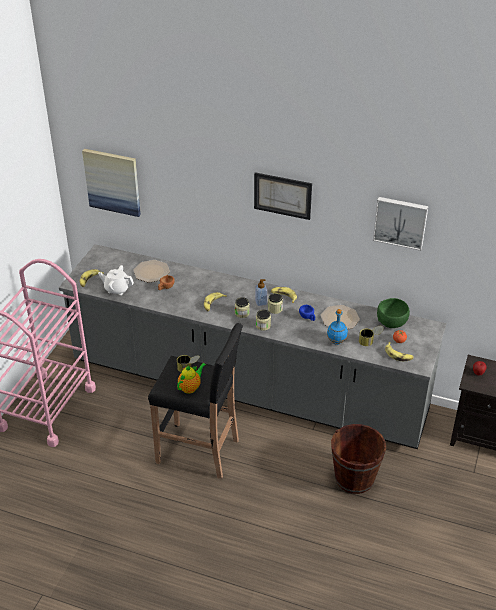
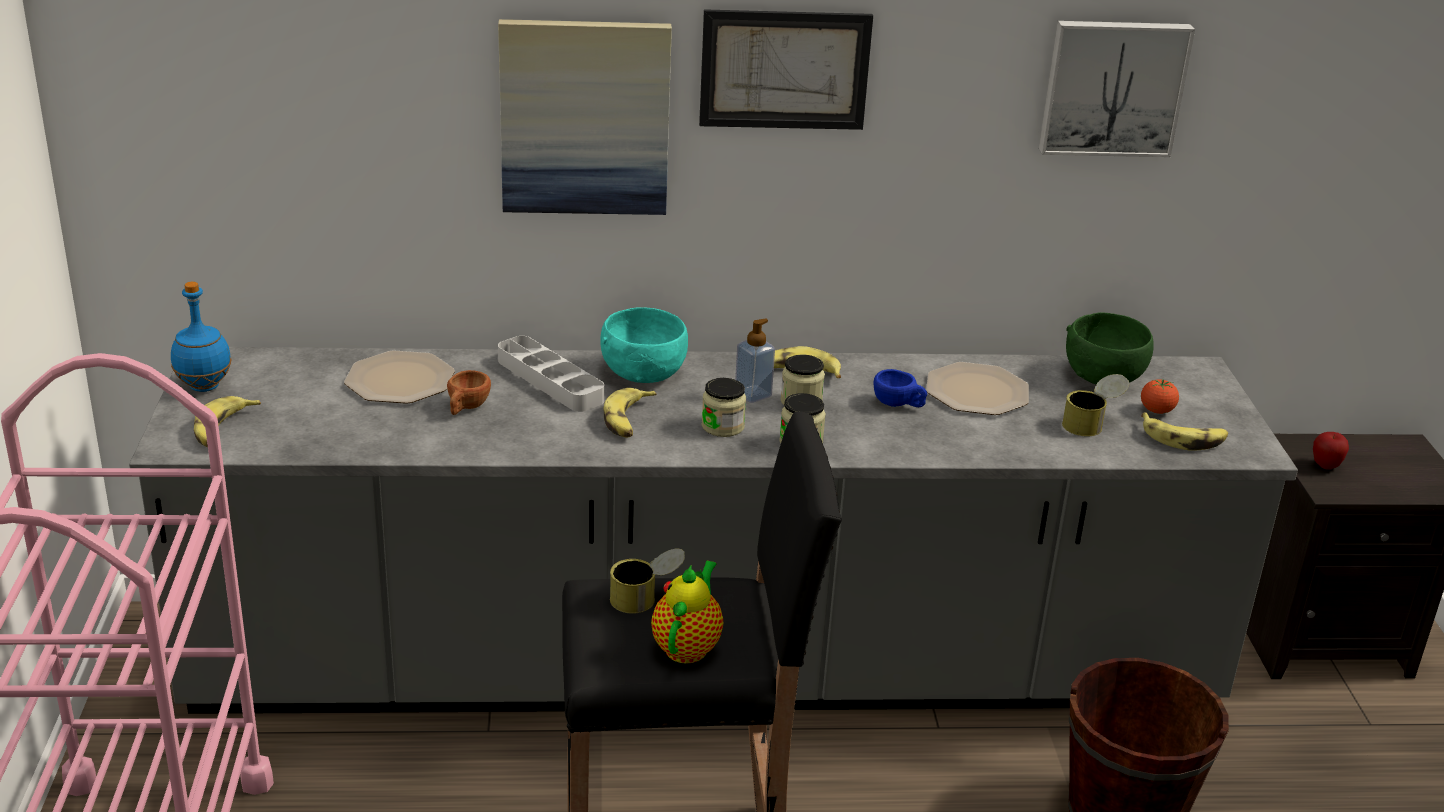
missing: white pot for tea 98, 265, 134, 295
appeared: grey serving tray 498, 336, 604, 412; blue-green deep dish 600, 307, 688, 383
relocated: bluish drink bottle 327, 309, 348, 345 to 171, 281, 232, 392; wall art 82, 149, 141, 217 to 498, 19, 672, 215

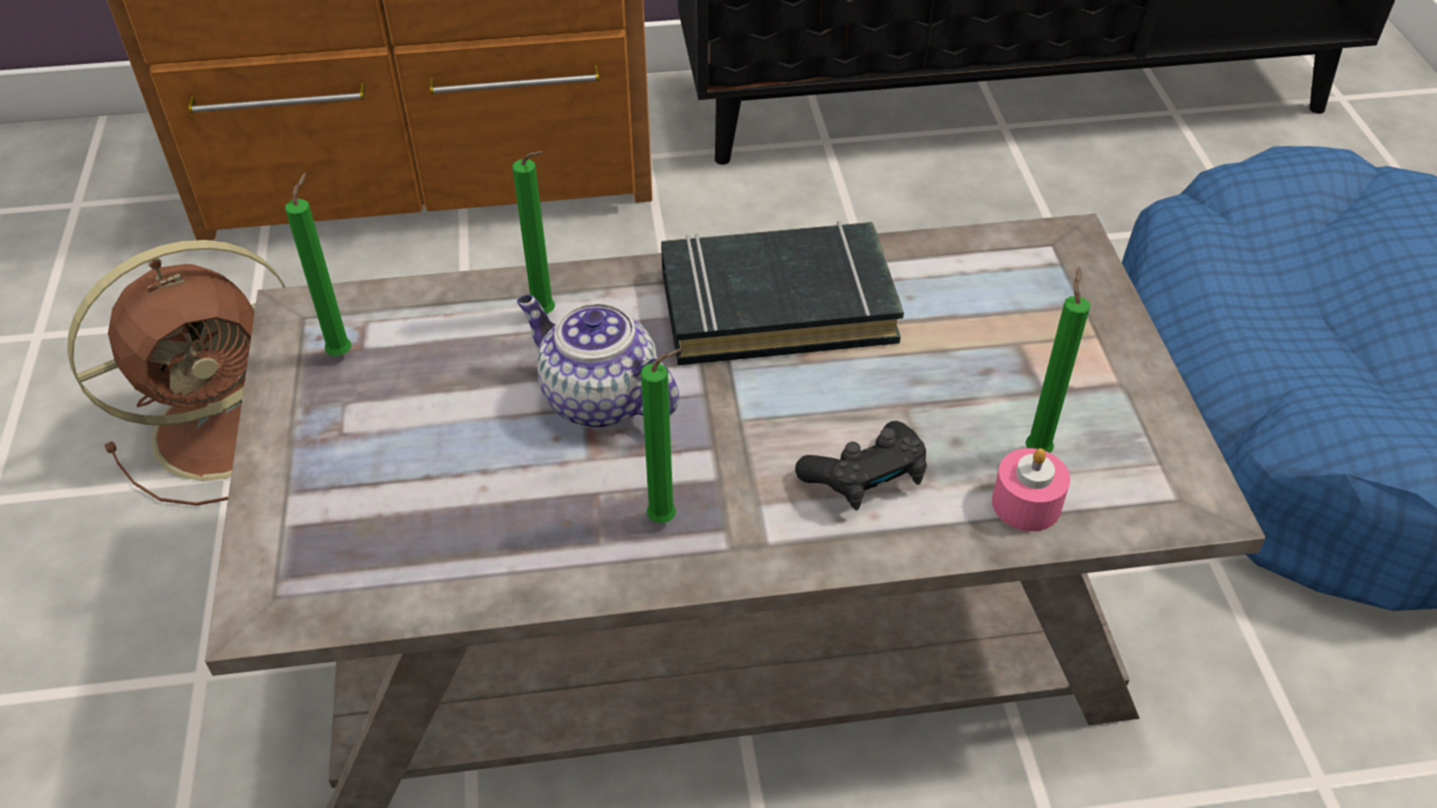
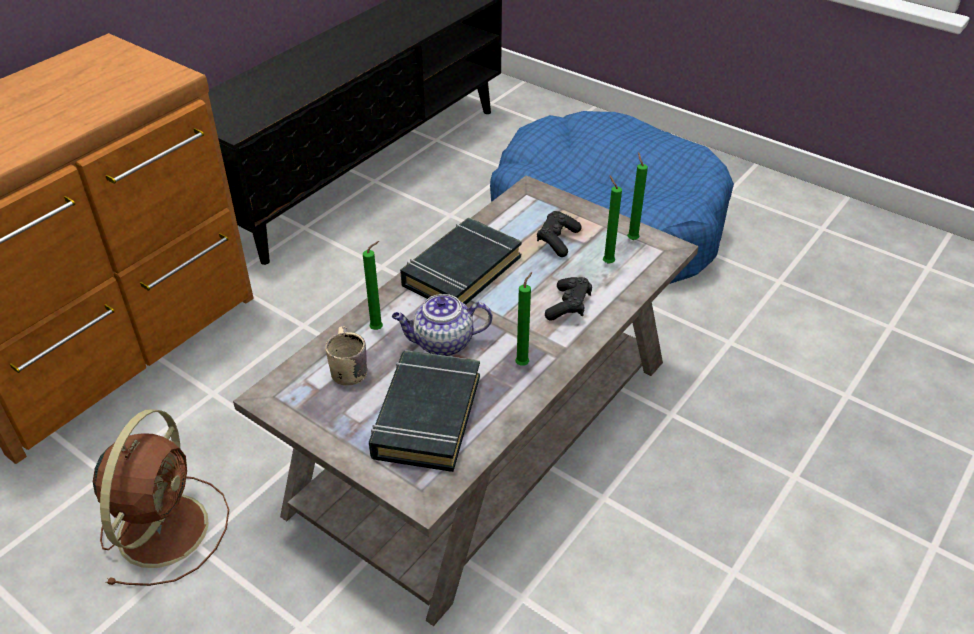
missing: pinkish wax light 992, 448, 1070, 531
appeared: beige-coloured mug 325, 326, 367, 386; black book 369, 350, 480, 472; black game controller 537, 211, 581, 257
relocated: greenish wax light 285, 173, 351, 356 to 627, 152, 648, 240

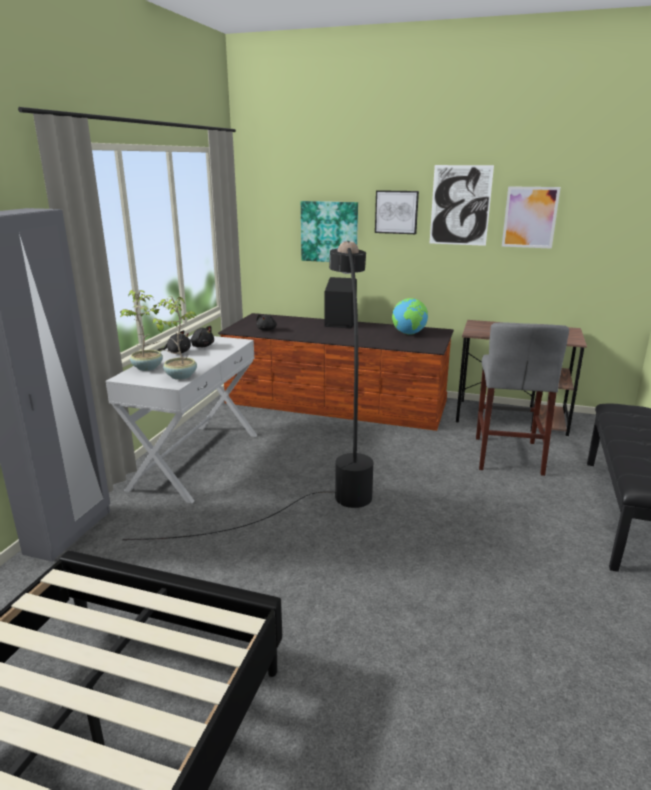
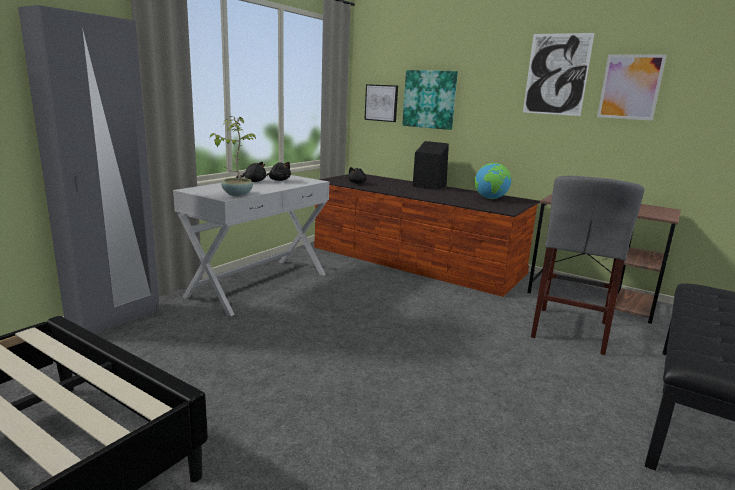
missing: potted plant 119, 290, 163, 371; black standing lamp 122, 241, 373, 540
relocated: wall art 375, 190, 419, 234 to 364, 84, 398, 122

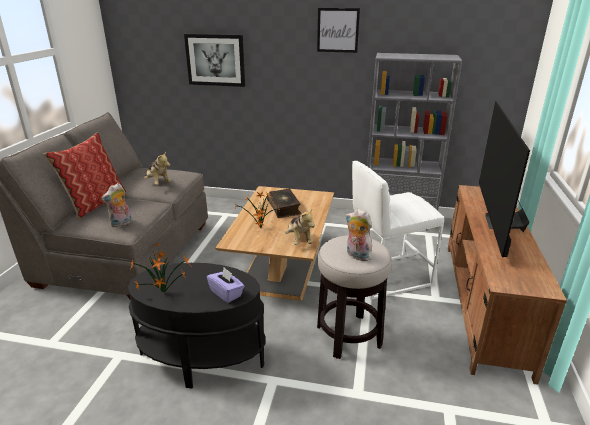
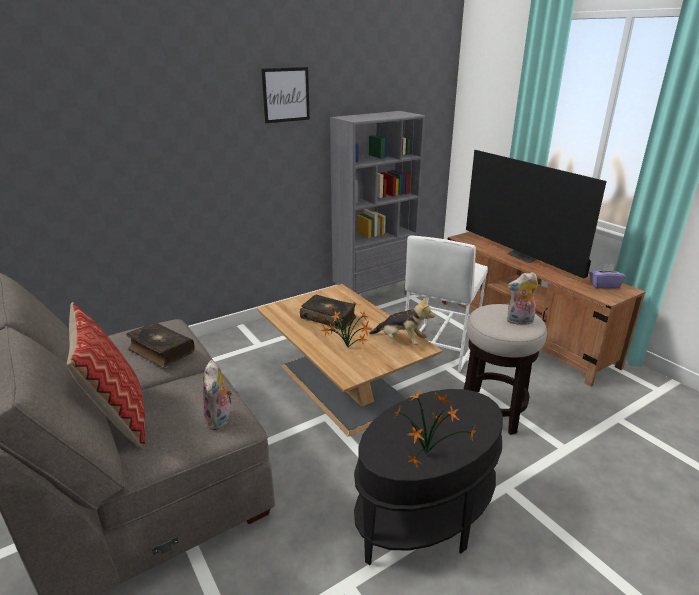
missing: wall art 184, 34, 245, 87
relocated: purplish tissue holder 207, 268, 244, 303 to 589, 264, 626, 289
exchanged: soft toy 144, 151, 171, 185 to book 126, 322, 195, 368

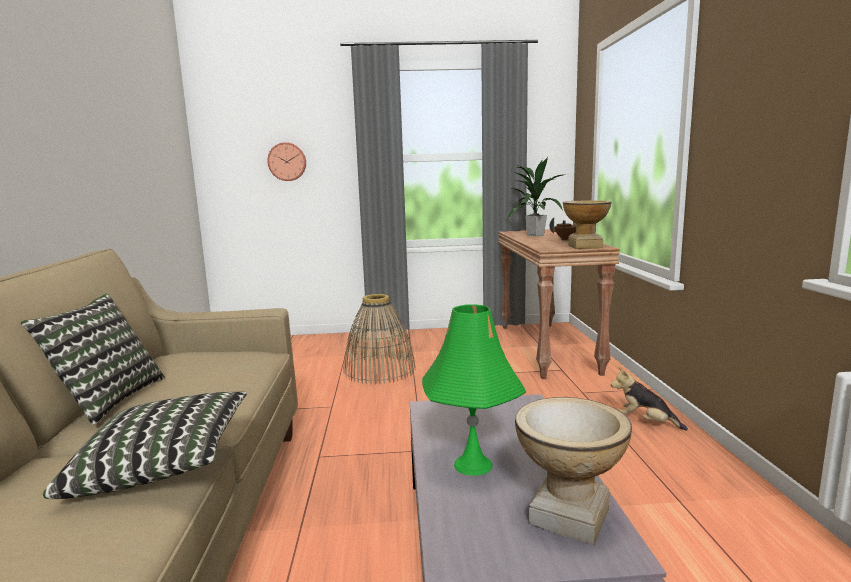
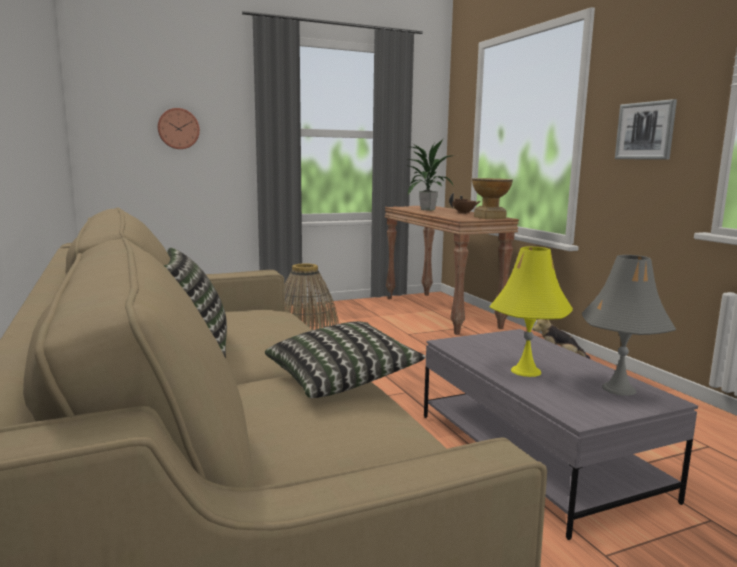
appeared: wall art 615, 99, 677, 160
exchanged: decorative vase 515, 397, 632, 546 to grey tabletop lamp 582, 255, 676, 396
colour: greenish tabletop lamp 422, 304, 526, 476 to yellow tabletop lamp 489, 247, 573, 377

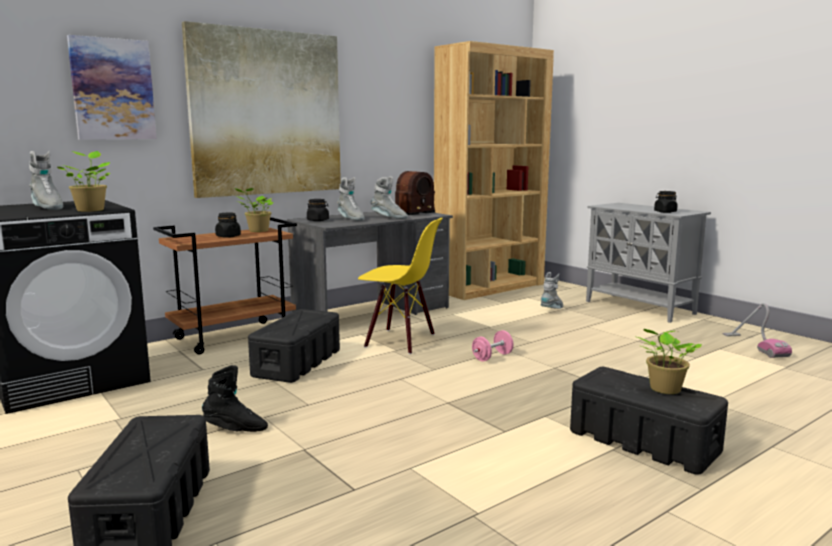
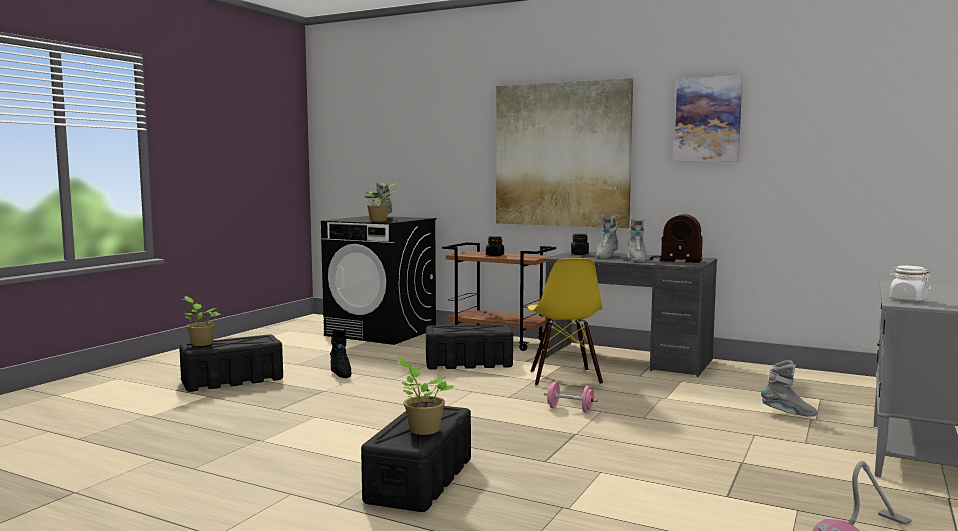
missing: brown bookshelf 434, 41, 554, 300
relocated: potted plant 235, 188, 273, 232 to 182, 296, 220, 346; wall art 67, 35, 157, 140 to 674, 75, 742, 162
colour: black storage jar 654, 191, 678, 213 to white storage jar 888, 266, 931, 302

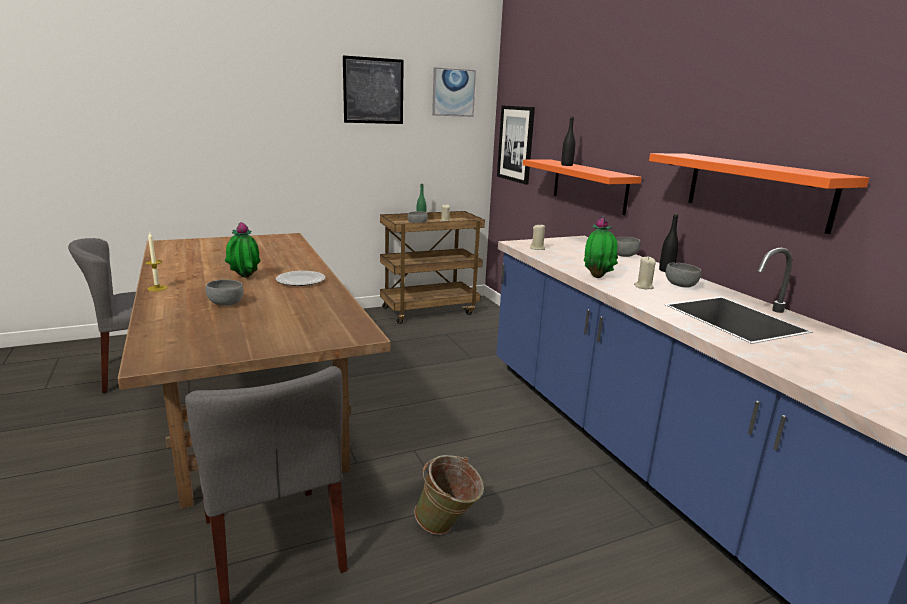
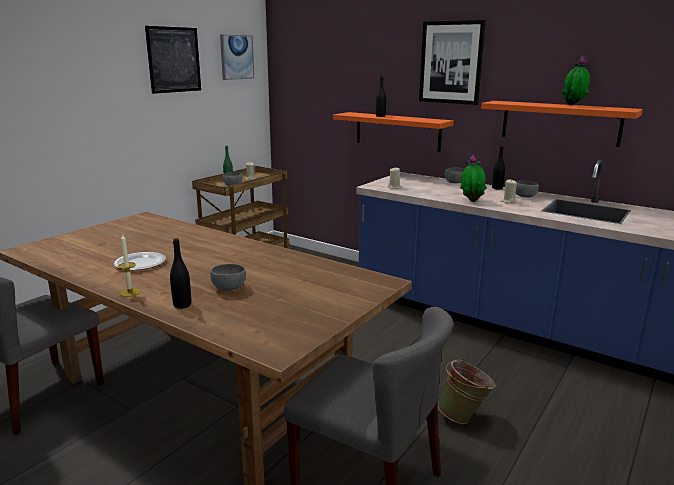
appeared: black drink bottle 170, 238, 191, 309
relocated: plate 276, 271, 325, 286 to 114, 252, 166, 270; wall art 497, 105, 535, 185 to 419, 20, 486, 105; potted plant 225, 222, 260, 278 to 561, 56, 590, 105

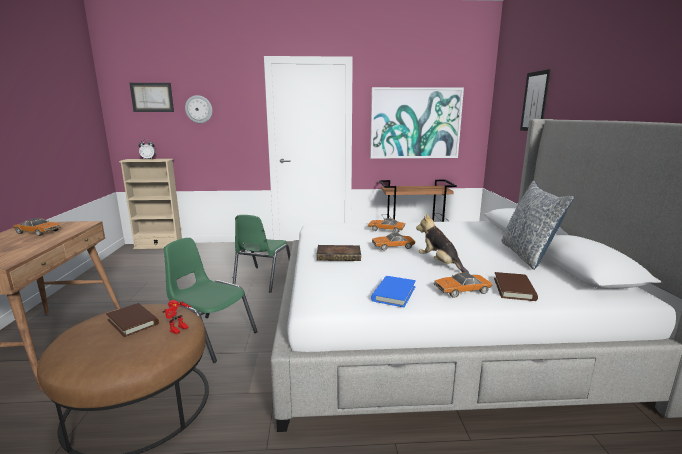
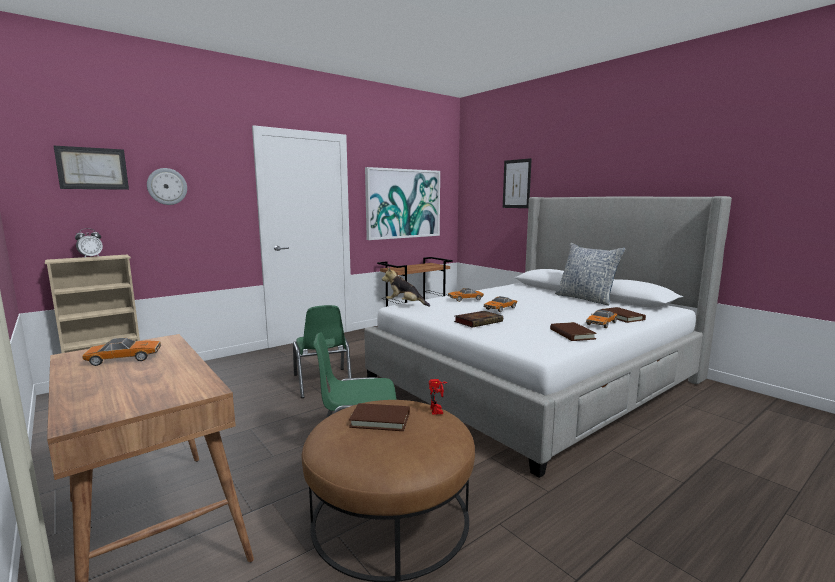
relocated: soft toy 416, 214, 469, 273 to 382, 267, 430, 306
colour: bluish book 371, 276, 416, 307 to brown book 550, 322, 597, 341

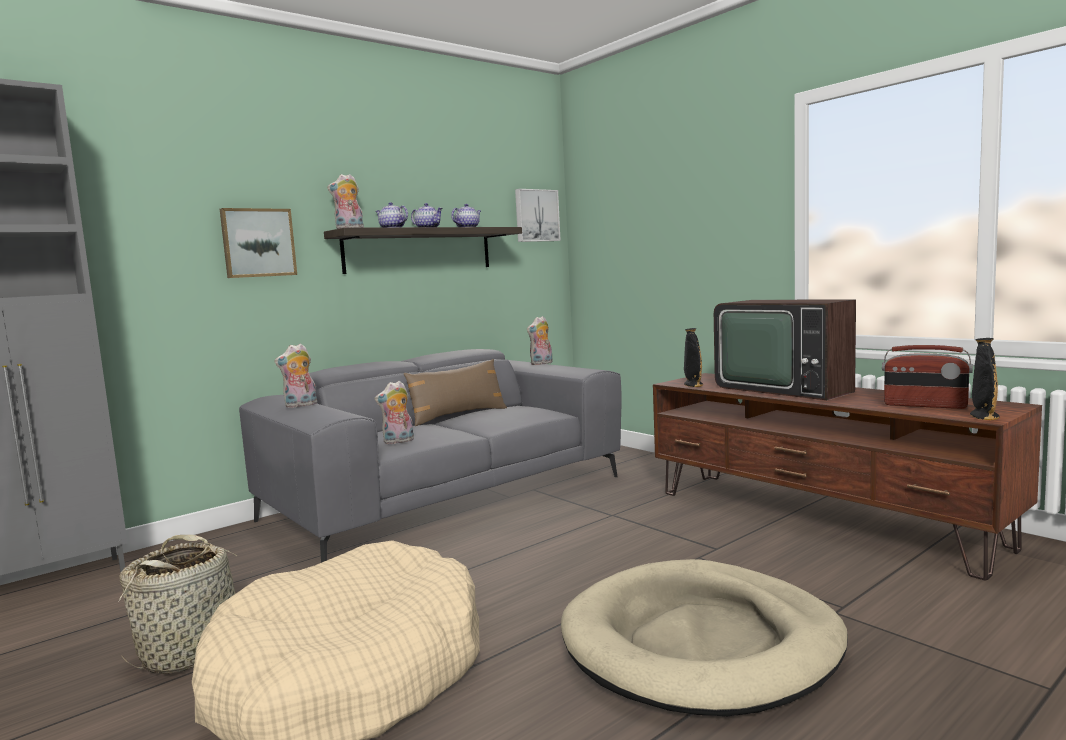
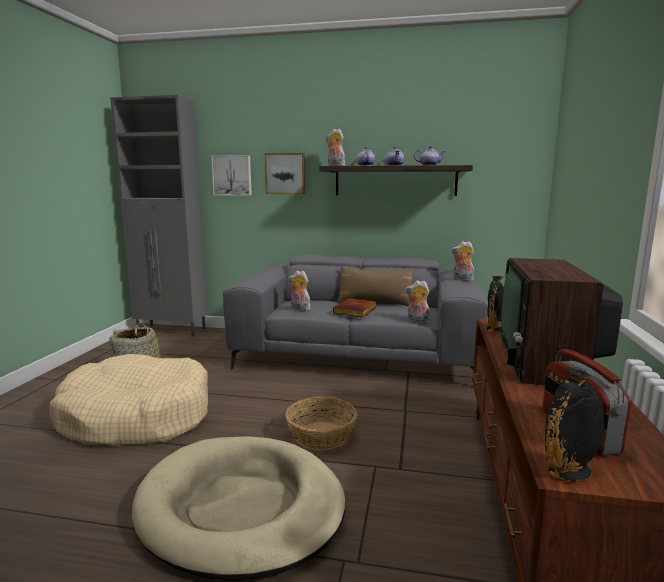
appeared: basket 285, 396, 357, 450; book 333, 298, 377, 317
relocated: wall art 515, 189, 561, 242 to 211, 155, 252, 196; soft toy 274, 343, 317, 408 to 405, 280, 430, 324

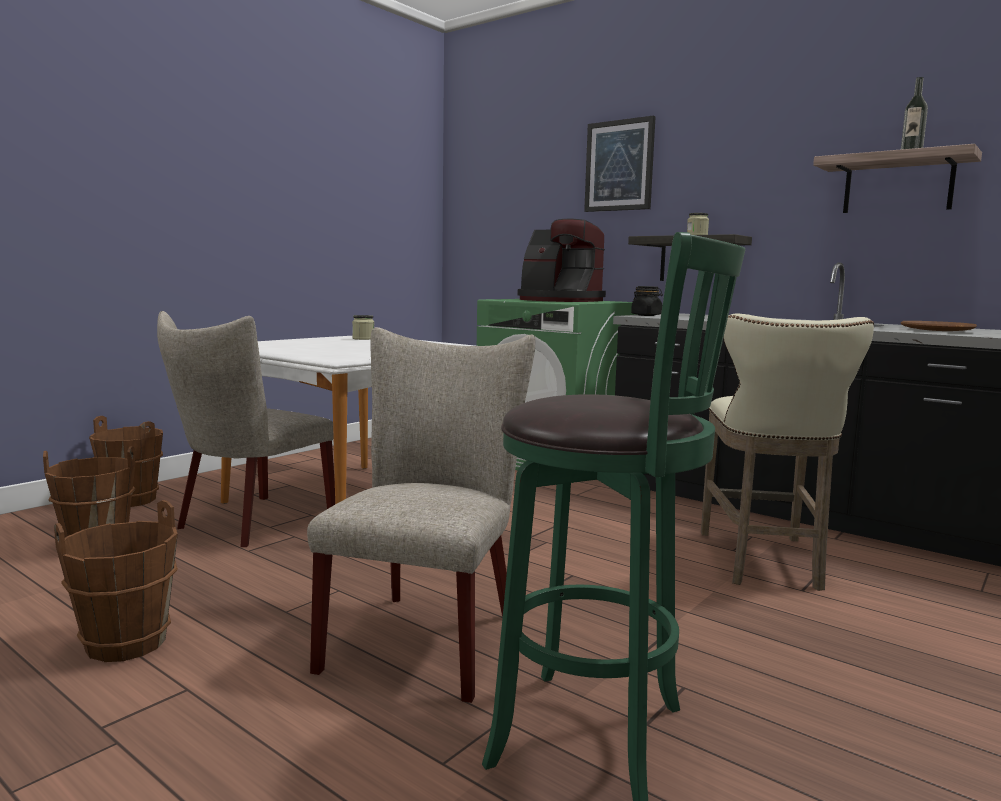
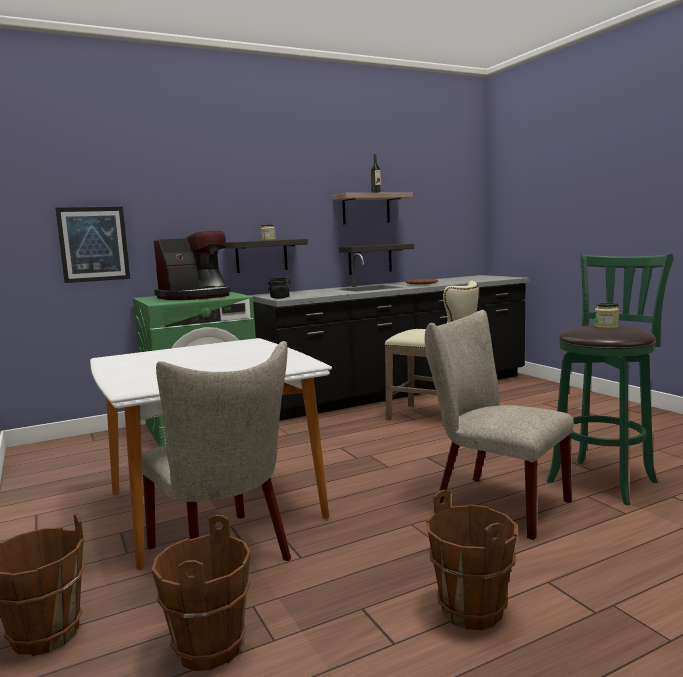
appeared: wall shelf 339, 244, 414, 275
relocated: wall art 584, 115, 656, 212 to 55, 207, 130, 283; storage jar 352, 315, 374, 340 to 595, 302, 619, 329

